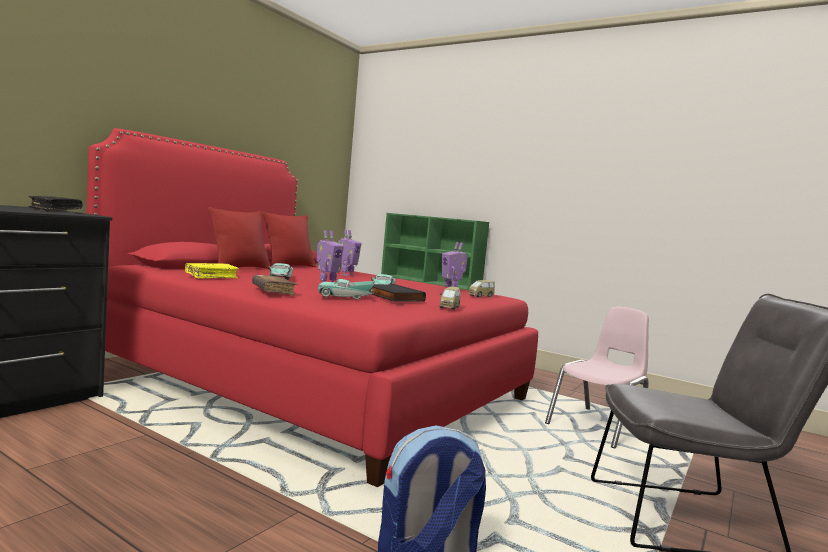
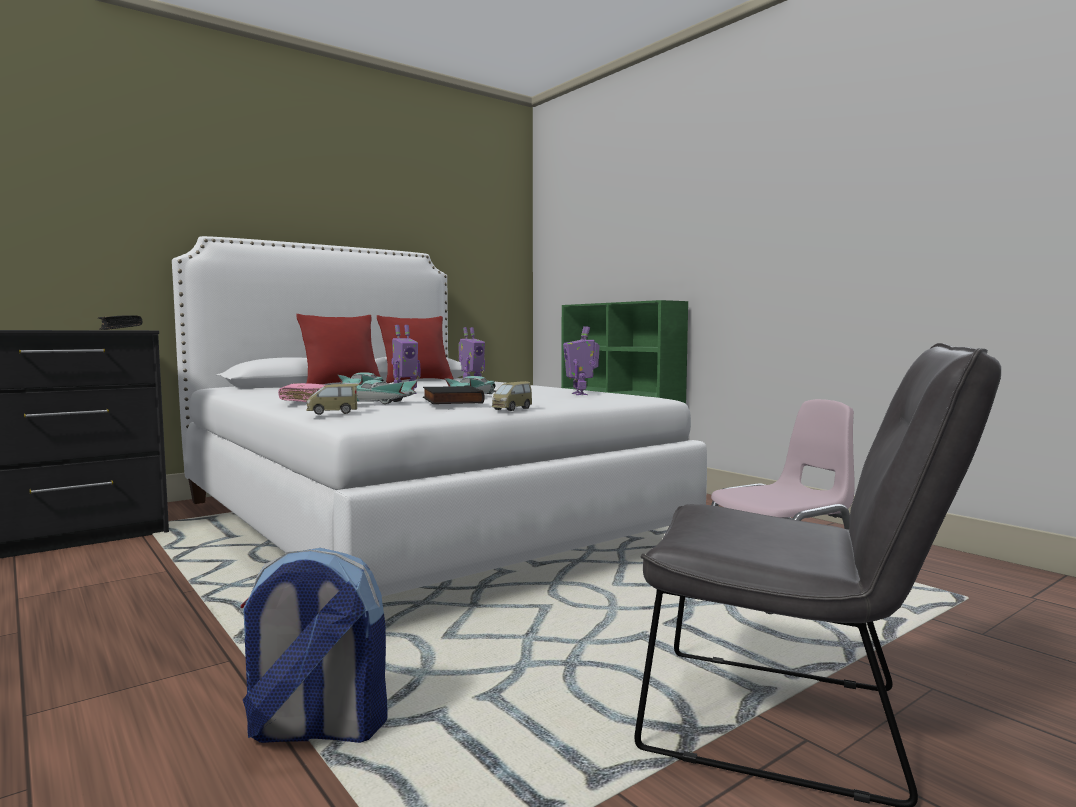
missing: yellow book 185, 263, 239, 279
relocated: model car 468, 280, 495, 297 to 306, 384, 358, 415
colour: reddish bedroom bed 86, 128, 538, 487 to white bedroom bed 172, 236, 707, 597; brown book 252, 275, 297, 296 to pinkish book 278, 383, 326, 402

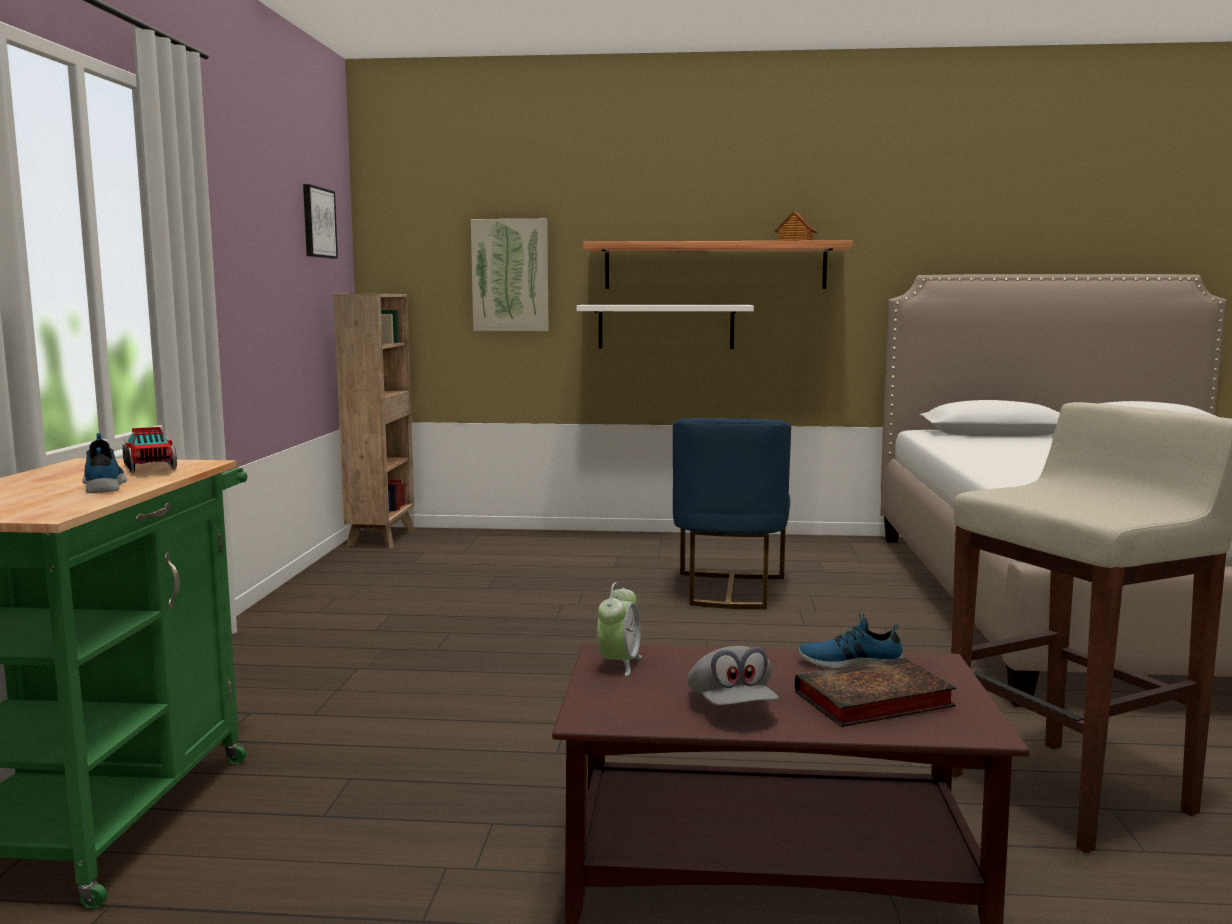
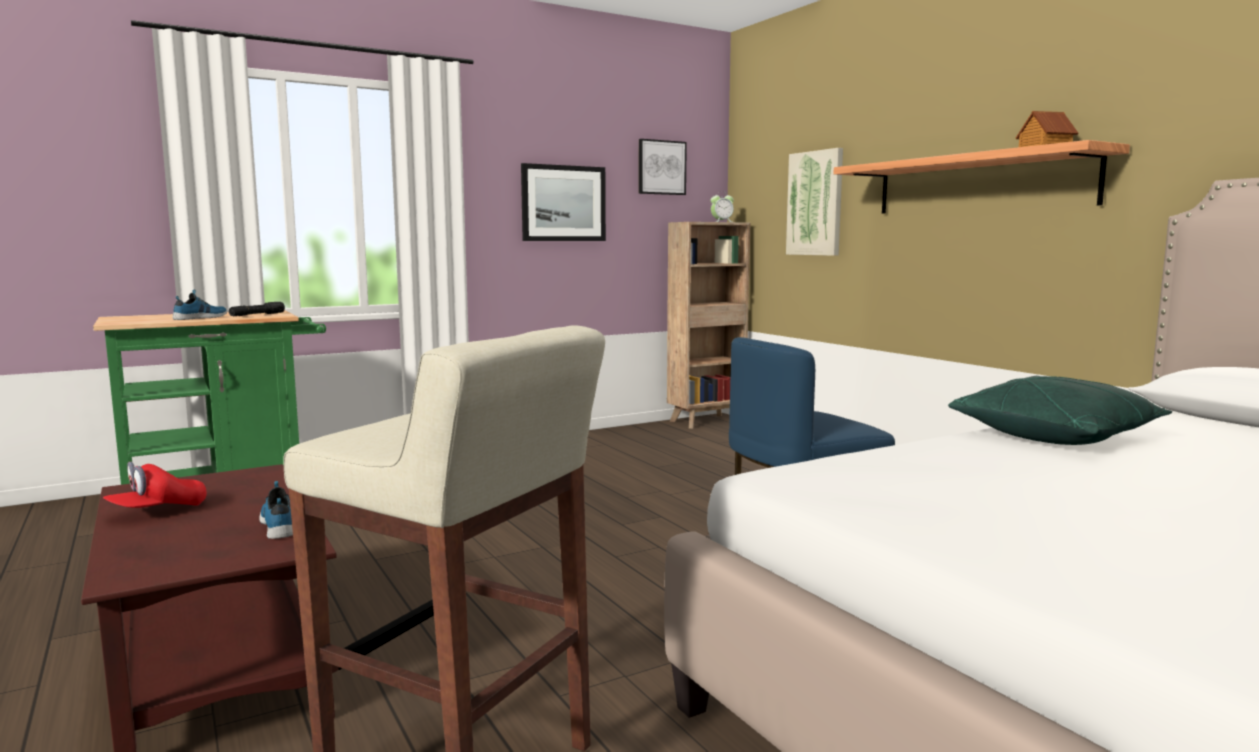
missing: white wall shelf 577, 305, 754, 349; book 795, 657, 956, 727
appeared: wall art 521, 163, 606, 241; greenish throw pillow 948, 376, 1172, 445
relocated: table clock 597, 582, 642, 676 to 710, 191, 734, 222
exchanged: toy truck 123, 427, 177, 474 to black flashlight 229, 302, 285, 316
colour: grey peaked cap 687, 646, 779, 706 to reddish peaked cap 103, 462, 207, 508

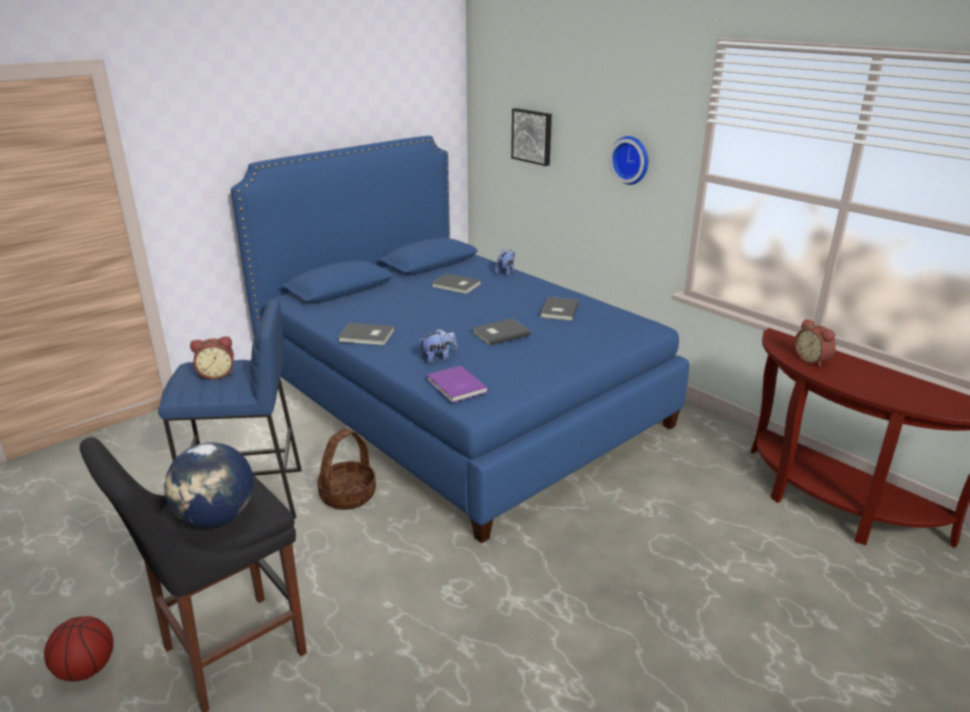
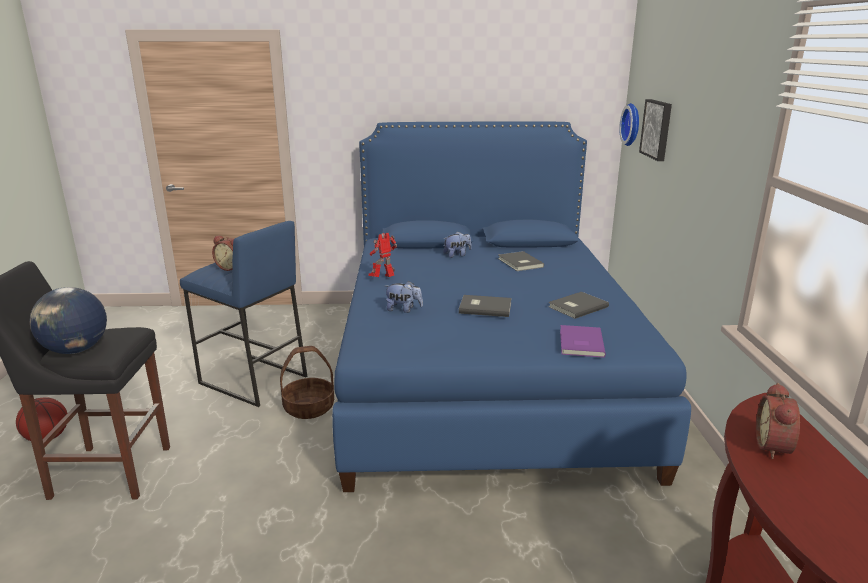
relocated: soft toy 495, 250, 515, 276 to 443, 231, 472, 258; purplish book 427, 365, 488, 403 to 560, 325, 606, 358; hanging clock 609, 136, 648, 185 to 619, 103, 639, 146
exchanged: grey book 338, 323, 394, 345 to model robot 368, 233, 397, 277

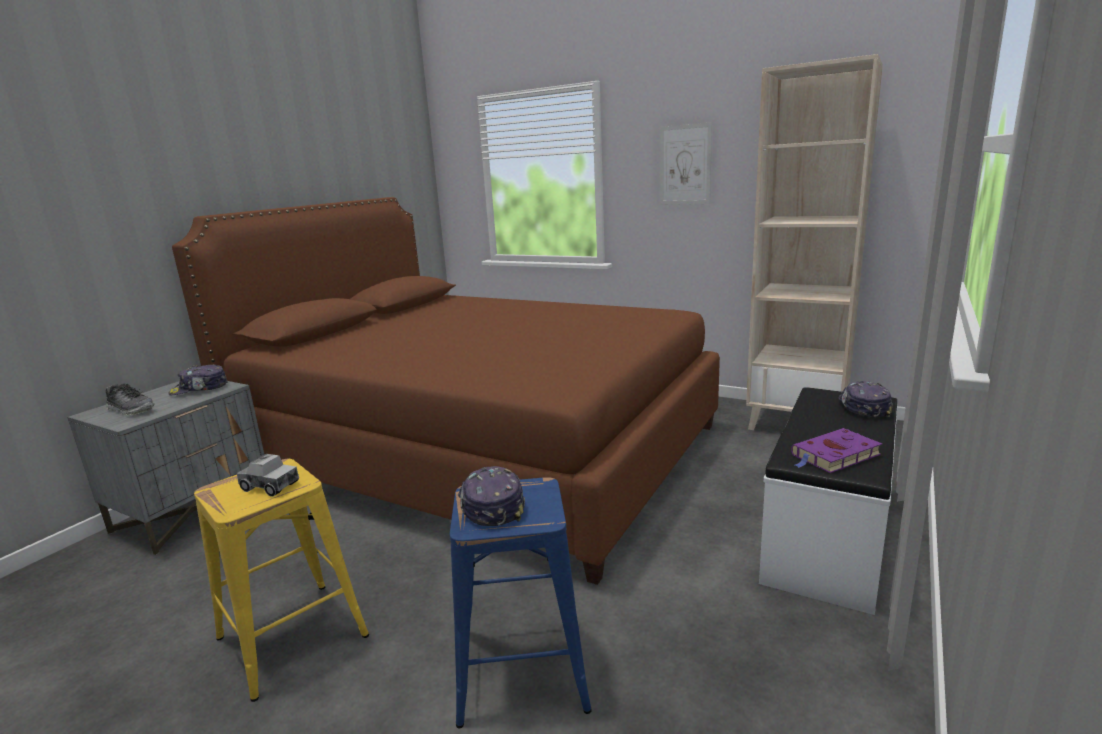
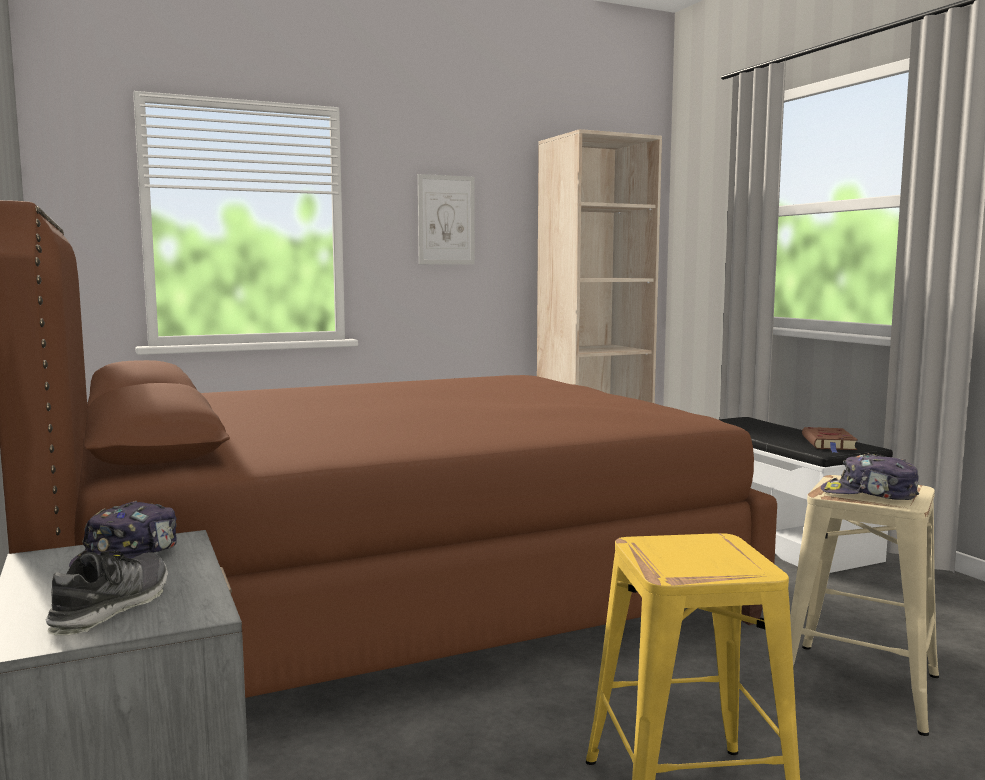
missing: toy truck 237, 454, 299, 497; peaked cap 839, 381, 893, 418
colour: bluish sitting stool 450, 477, 592, 728 to beige-coloured sitting stool 790, 475, 939, 736; purplish book 791, 428, 882, 473 to brown book 802, 427, 858, 453
spun: shoe 106, 384, 154, 415 = 46, 551, 168, 636 45 degrees counterclockwise

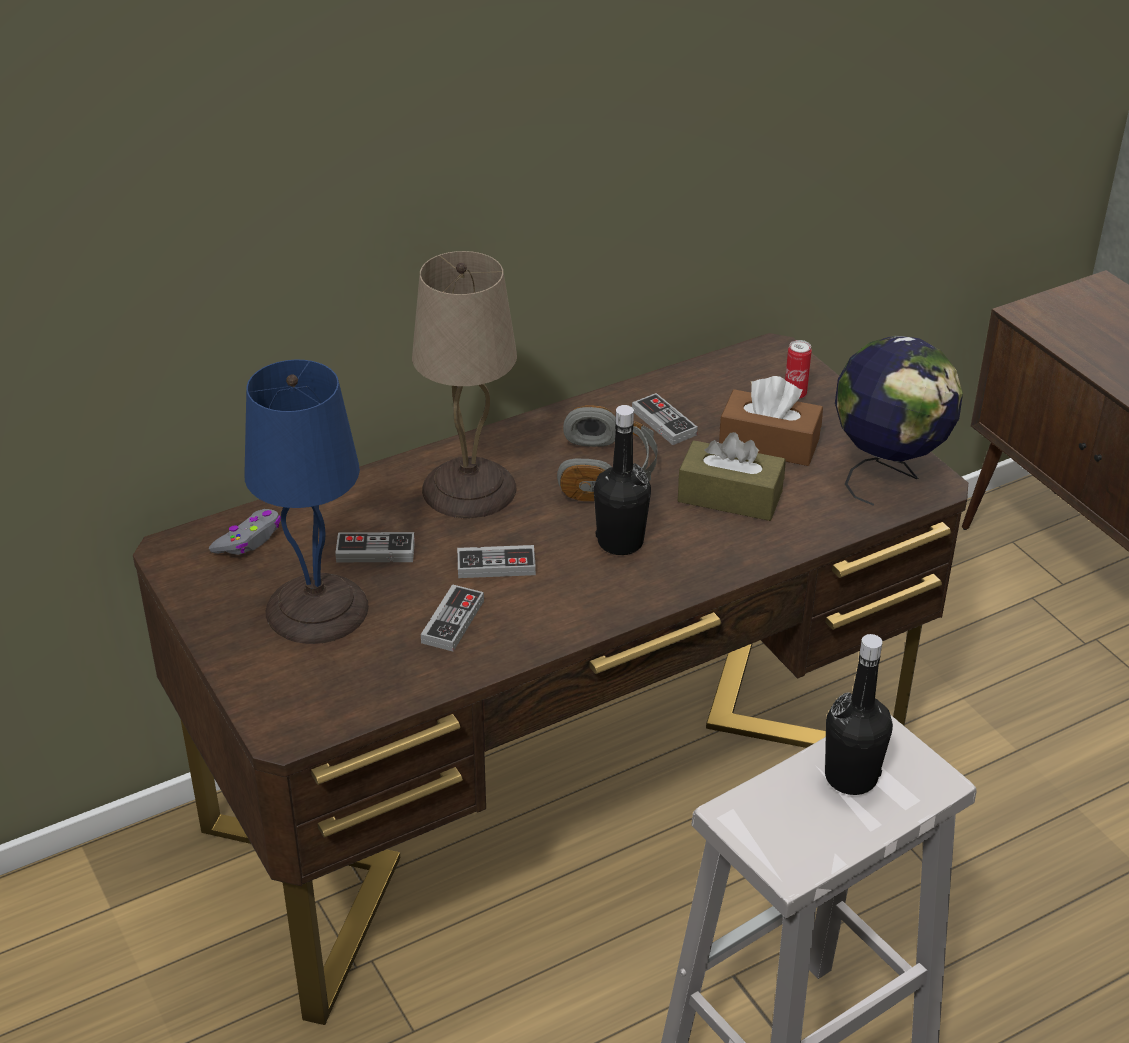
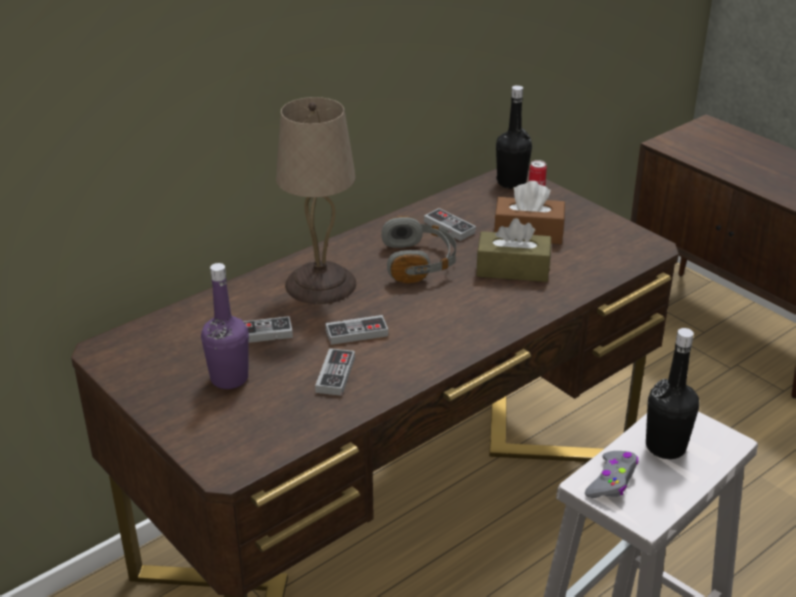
missing: world globe 835, 335, 963, 506
relocated: black drink bottle 594, 405, 651, 555 to 496, 85, 532, 189; grey game controller 209, 509, 281, 555 to 585, 451, 638, 498
exchanged: bluish tabletop lamp 244, 360, 369, 644 to purplish drink bottle 201, 263, 249, 389

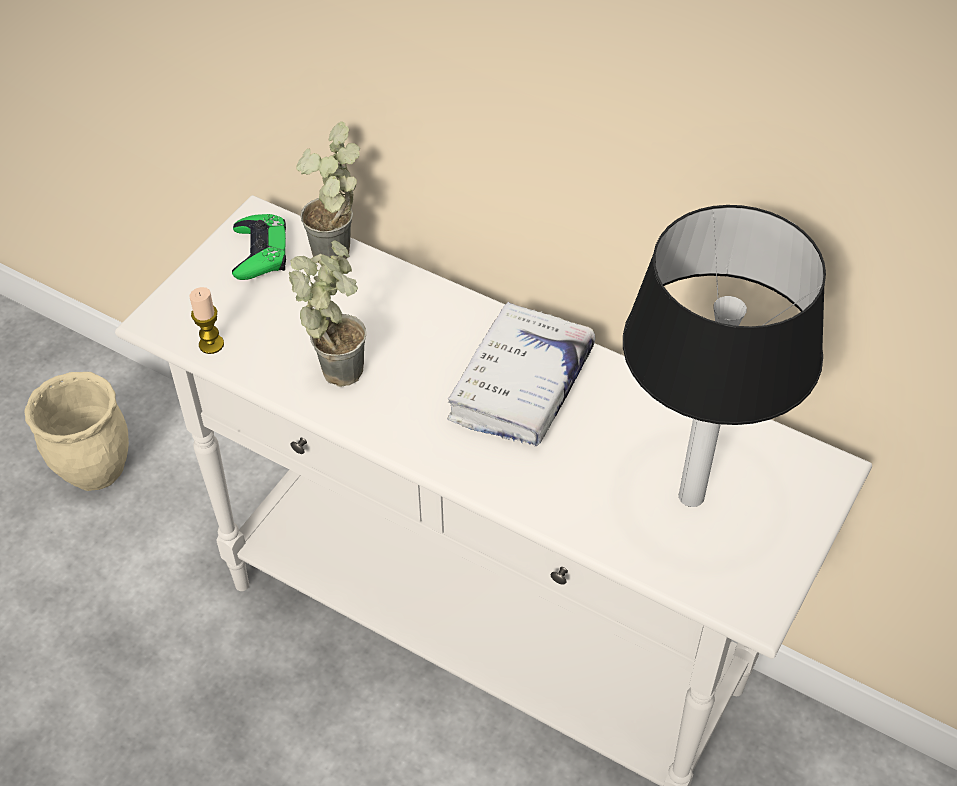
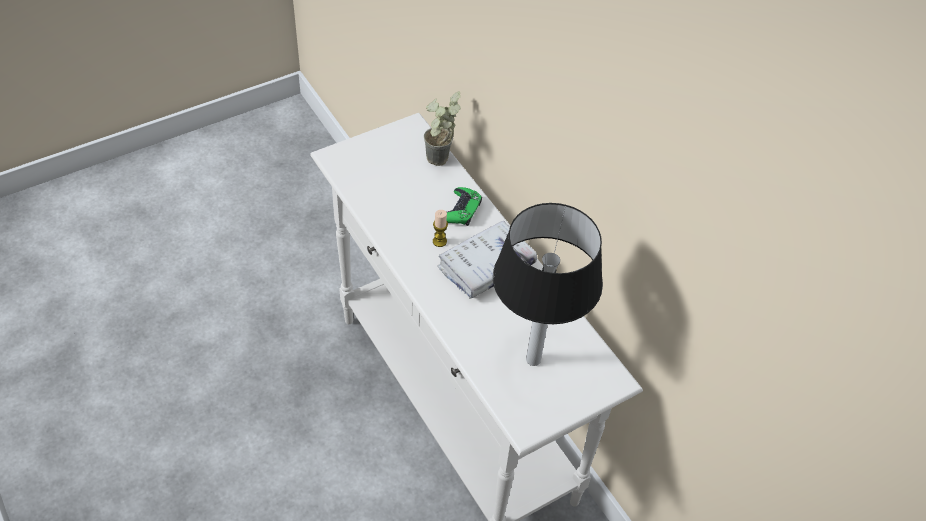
missing: beige-coloured flower pot 24, 372, 129, 491; potted plant 289, 240, 366, 387
relocated: wax light 190, 287, 224, 354 to 433, 210, 448, 247; greenish game controller 232, 214, 286, 280 to 447, 187, 482, 226

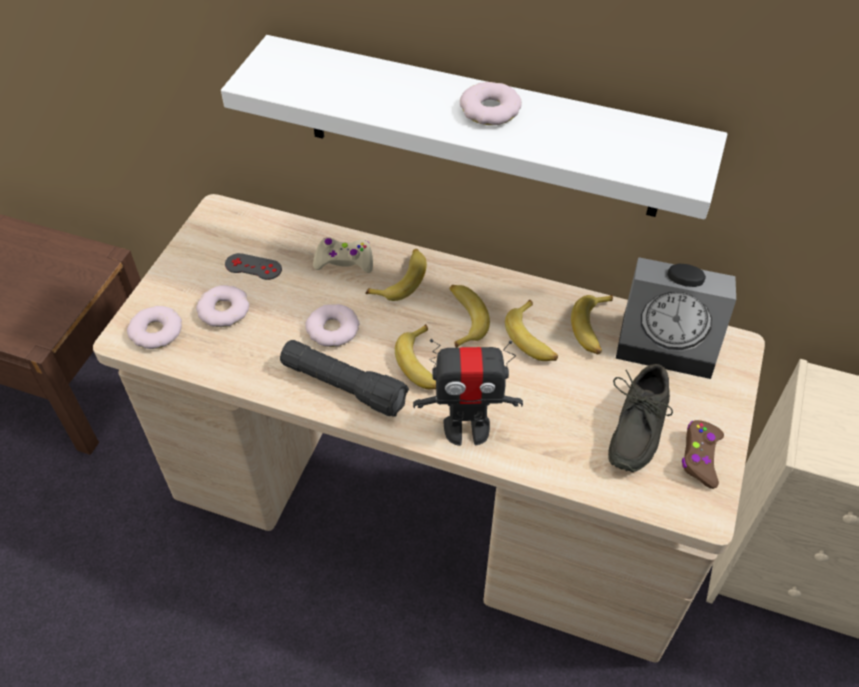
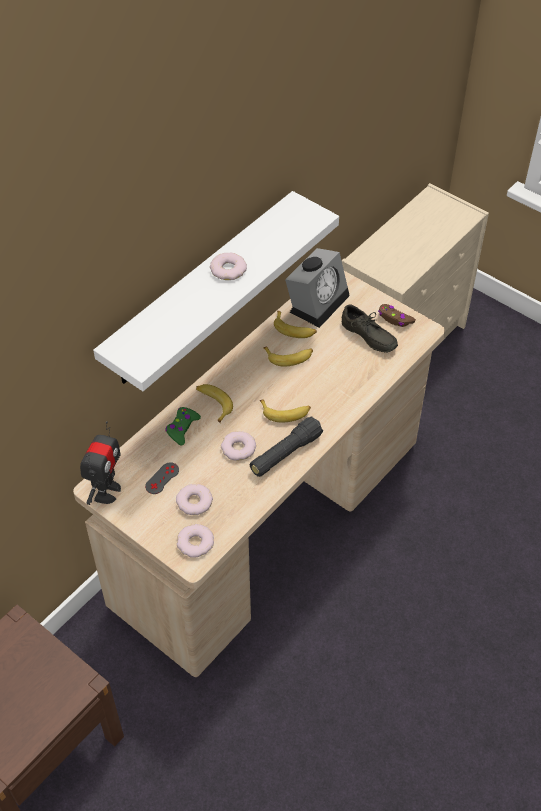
missing: banana 450, 285, 490, 348
relocated: model robot 413, 339, 523, 446 to 80, 421, 121, 505
colour: beige-coloured game controller 313, 237, 373, 273 to greenish game controller 165, 407, 201, 446

